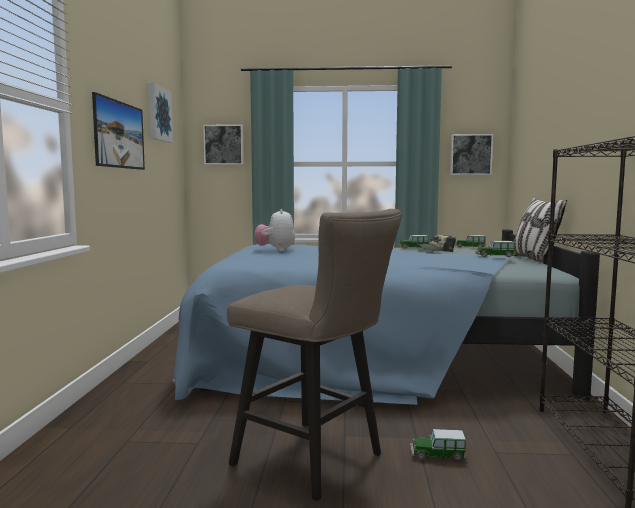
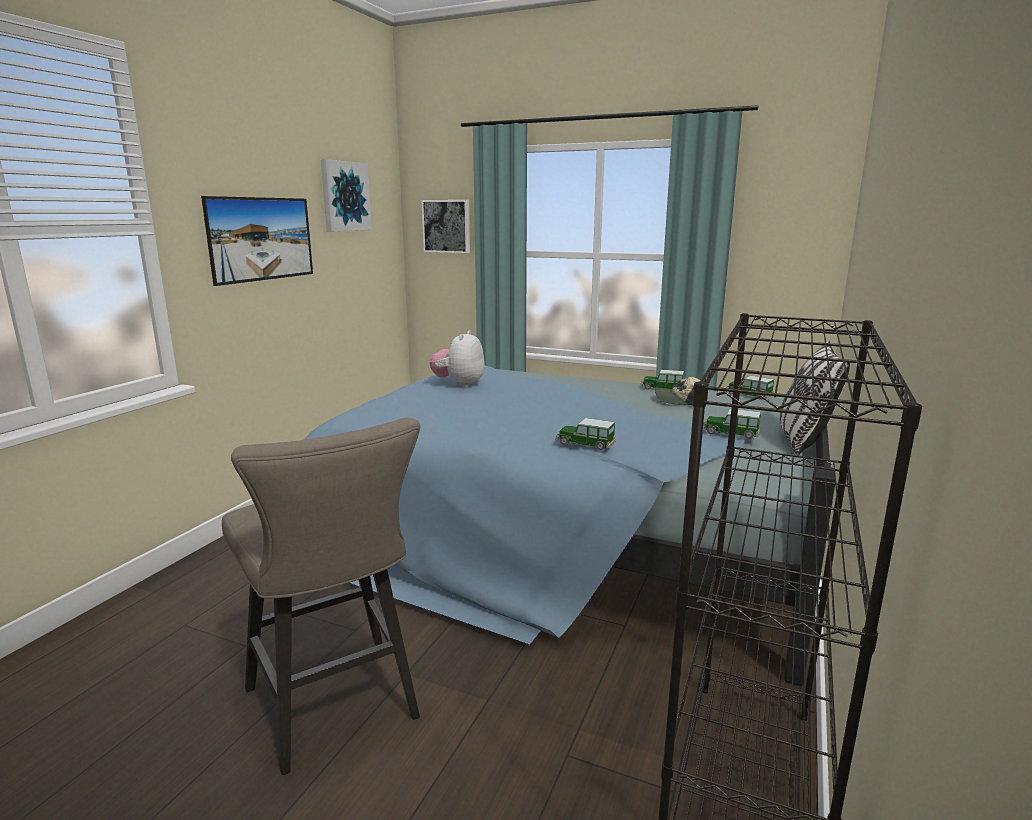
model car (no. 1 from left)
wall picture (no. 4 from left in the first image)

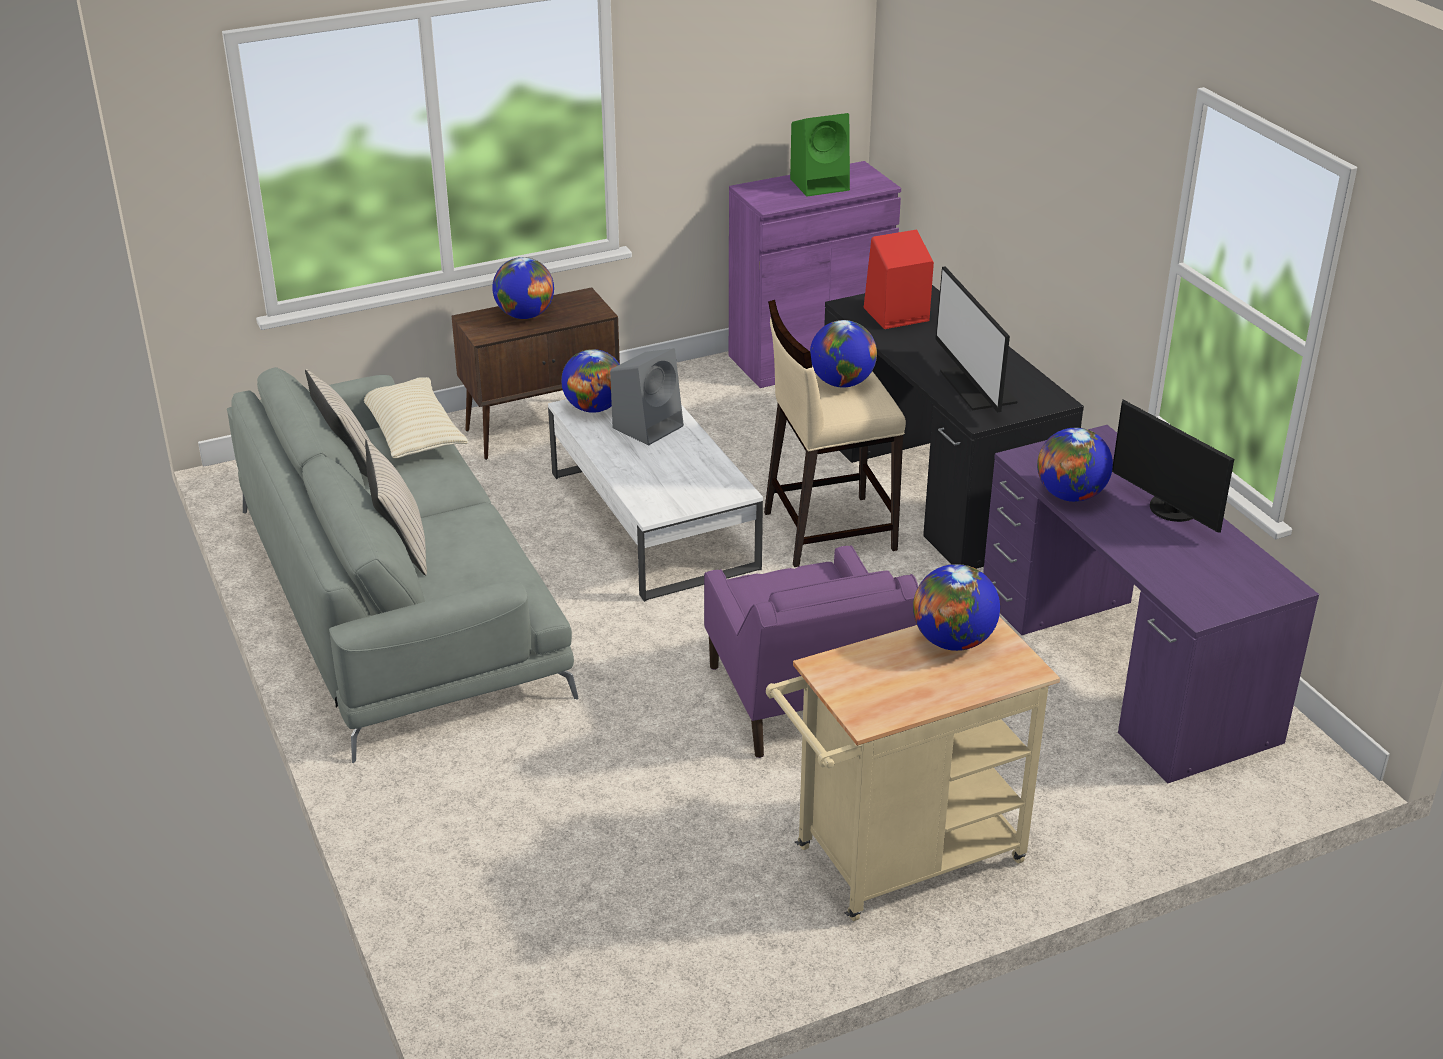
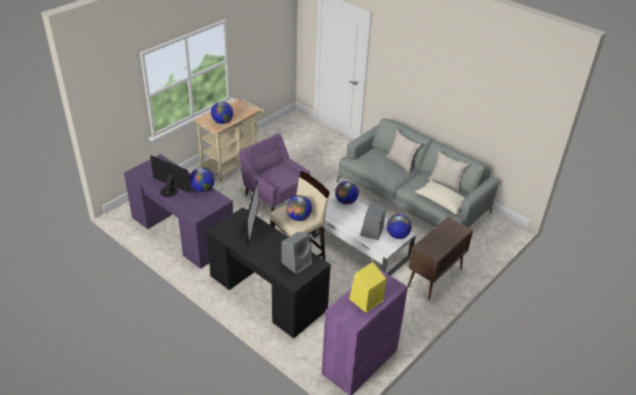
globe (no. 4 from left)
yellow-coloured audio speaker
gray audio speaker (no. 1 from left)
monitor (no. 2 from left)

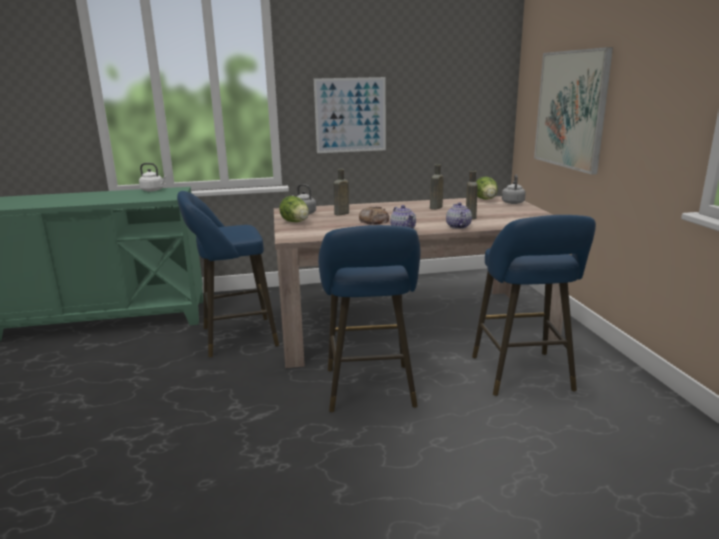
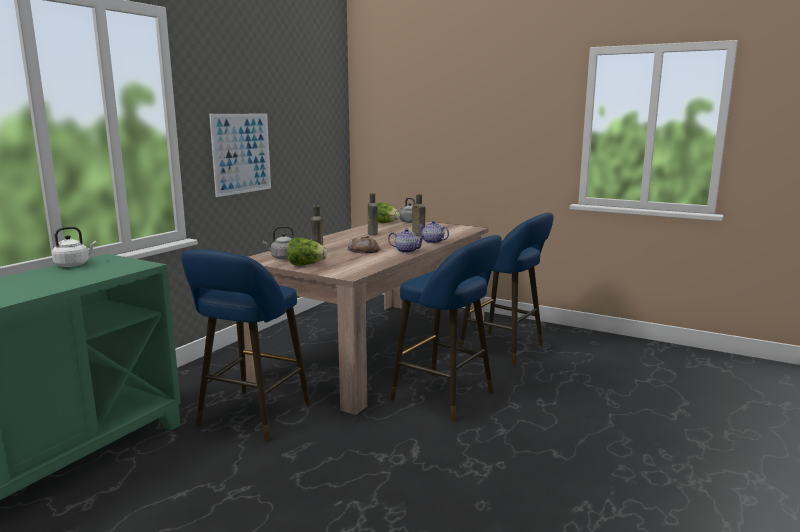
wall picture (no. 2 from left in the first image)

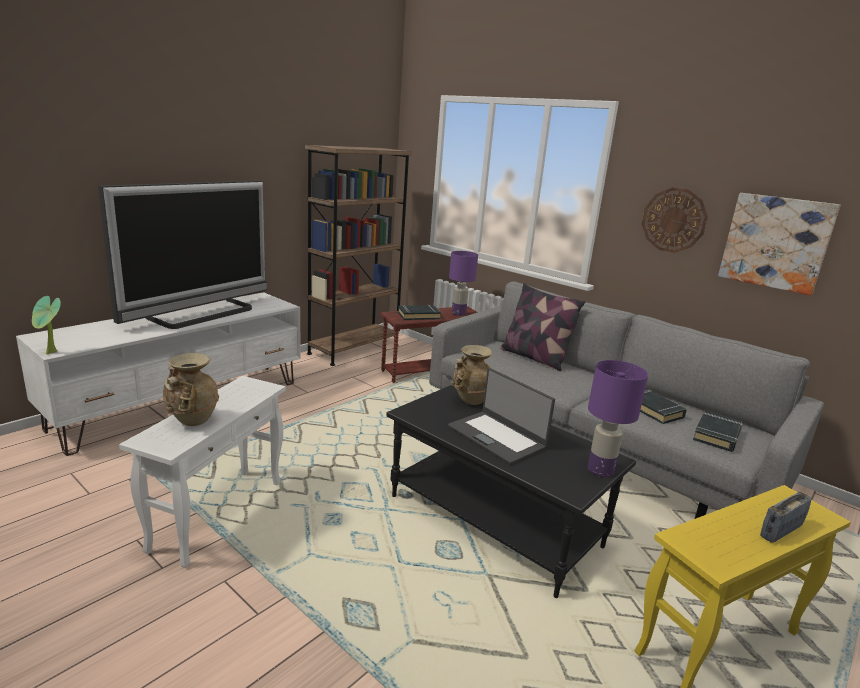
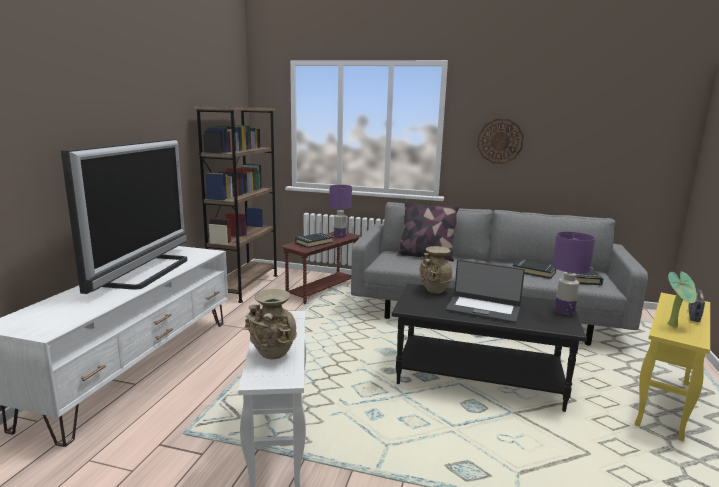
plant in a pot
wall picture

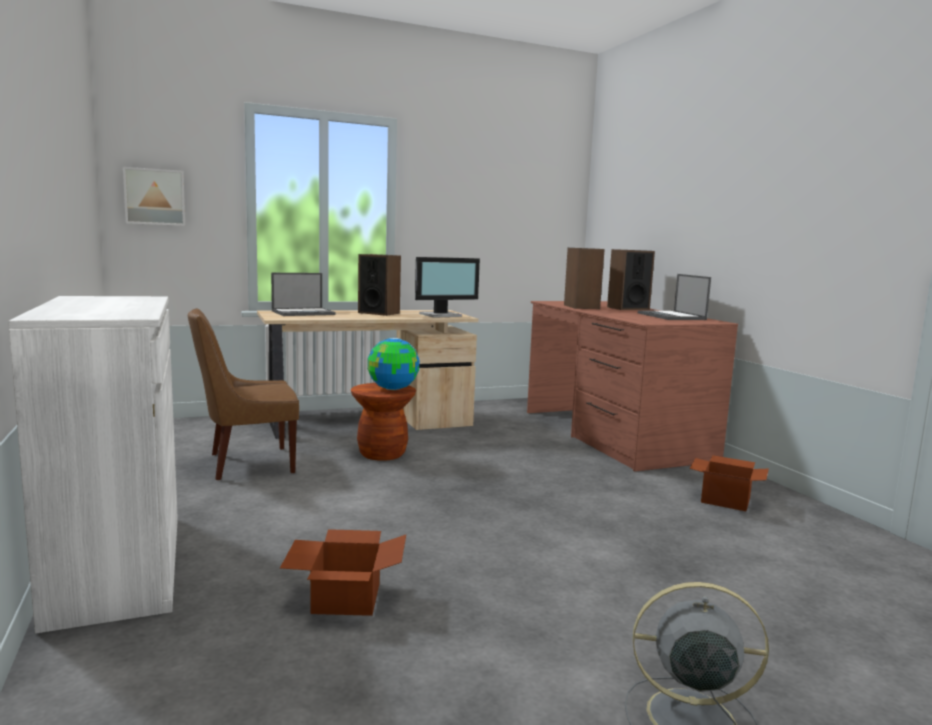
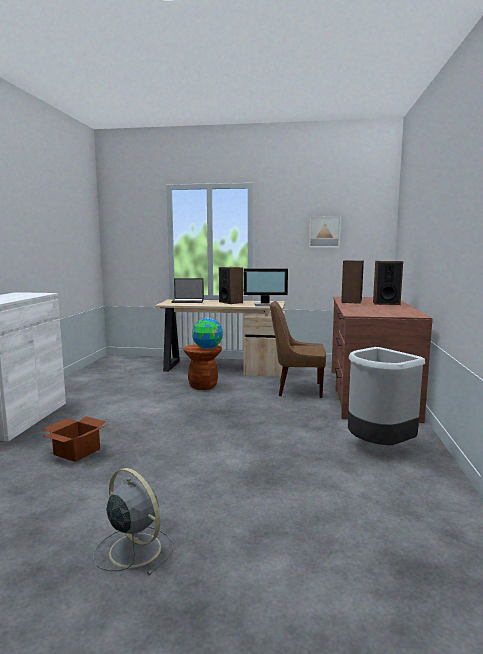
wall picture
brownish chair
laptop (no. 2 from left in the first image)
gray waste bin

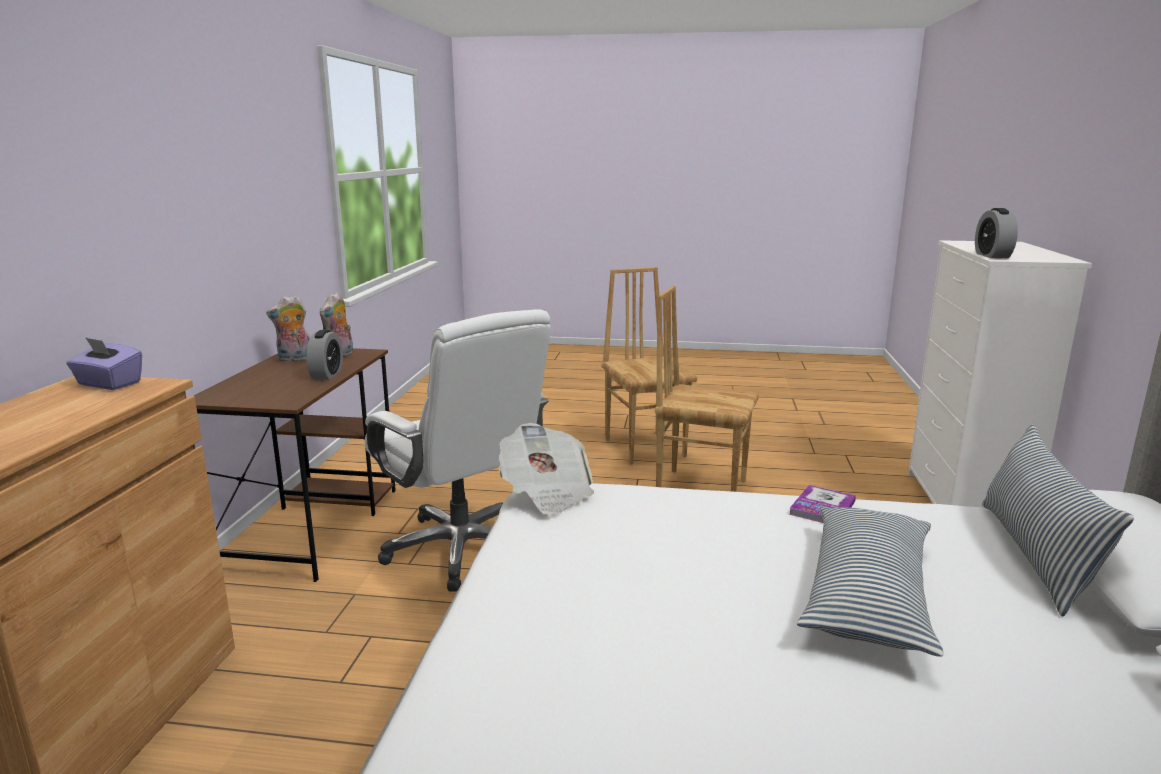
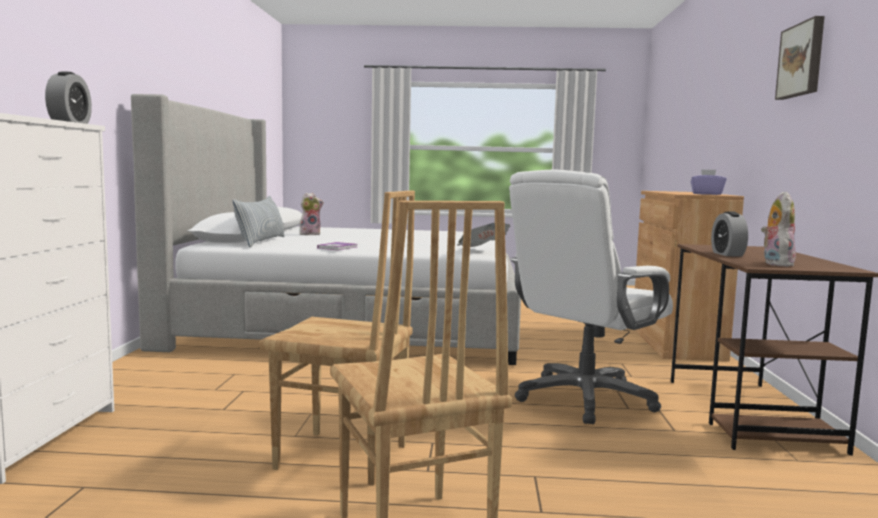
soft toy (no. 1 from left)
white desk chair
pillow (no. 1 from left in the first image)
wall picture

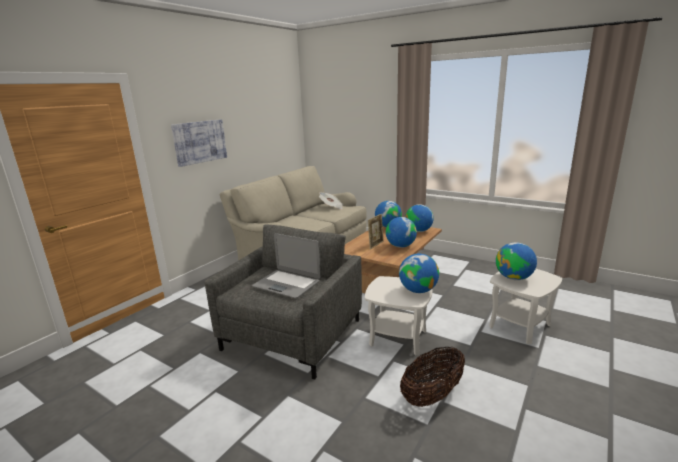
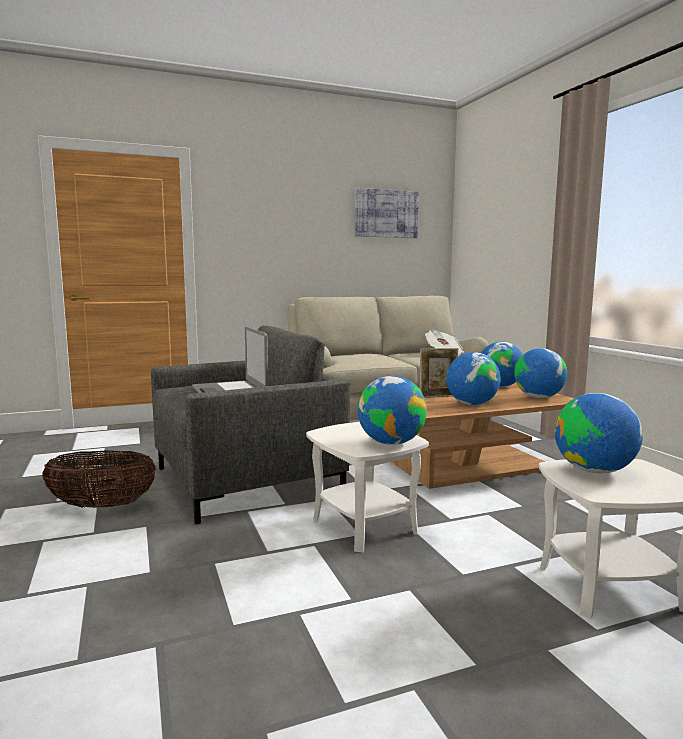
wall picture
household basket

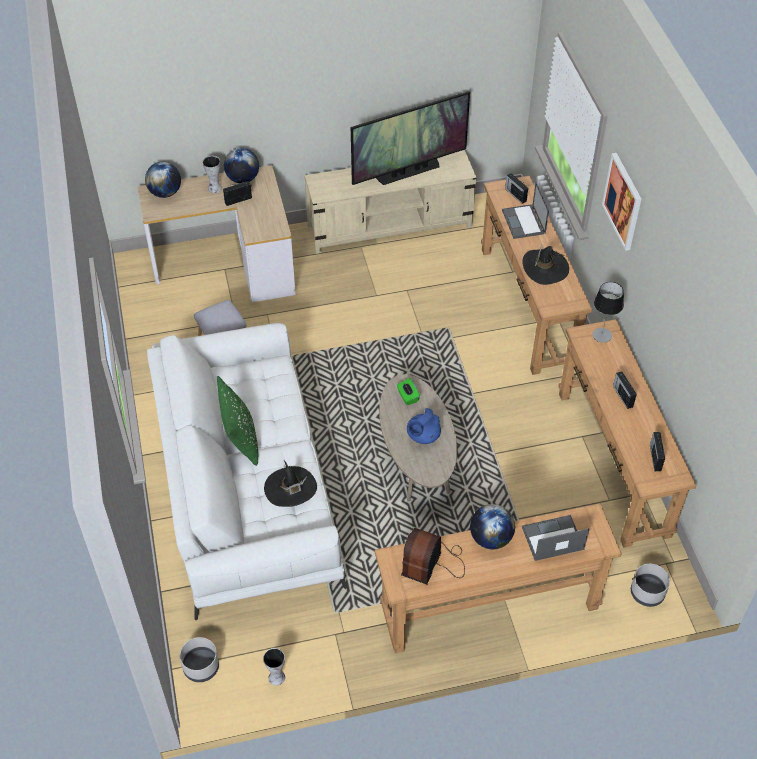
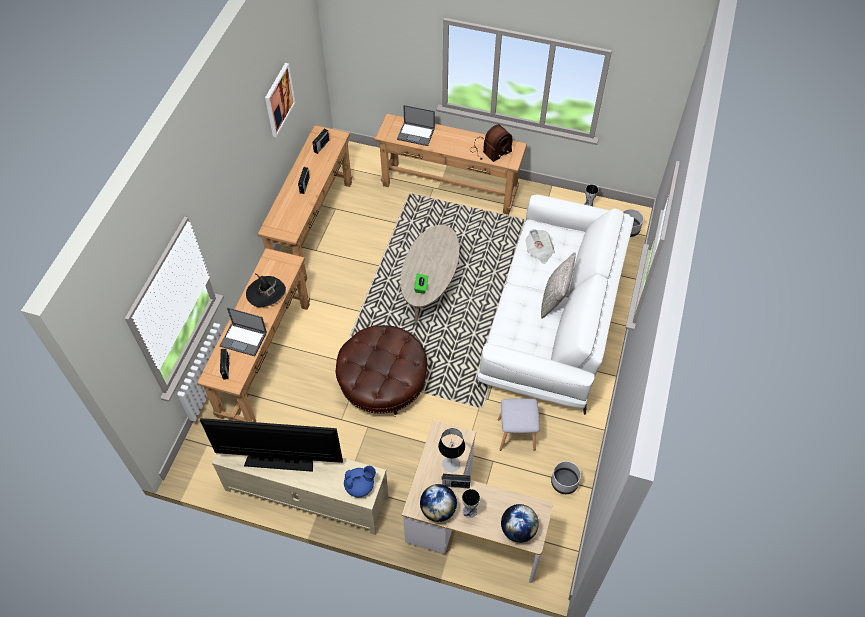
gray pillow
daily paper
blue pot for tea
globe (no. 3 from left in the first image)
laptop (no. 1 from left)
table lamp
wall picture
gray planter (no. 1 from left)
brownish ottoman

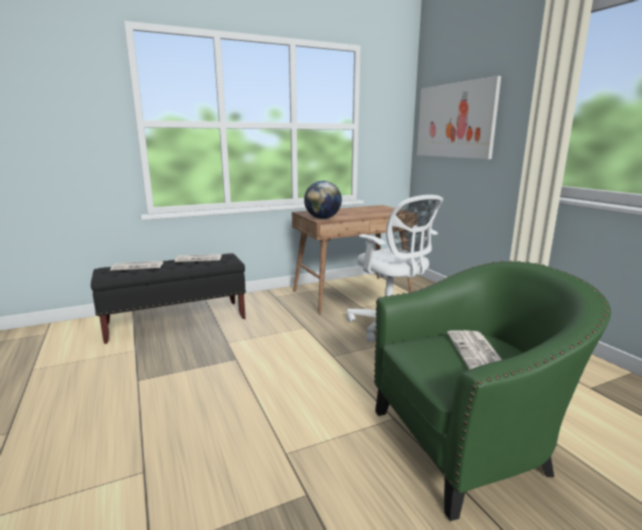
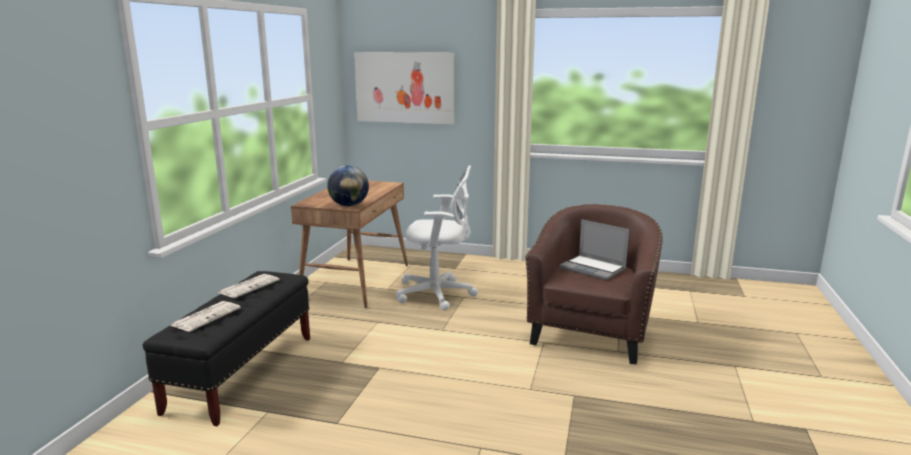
brownish armchair
laptop

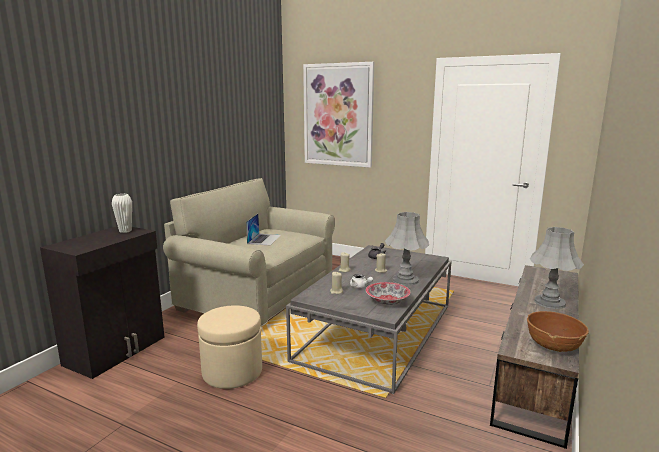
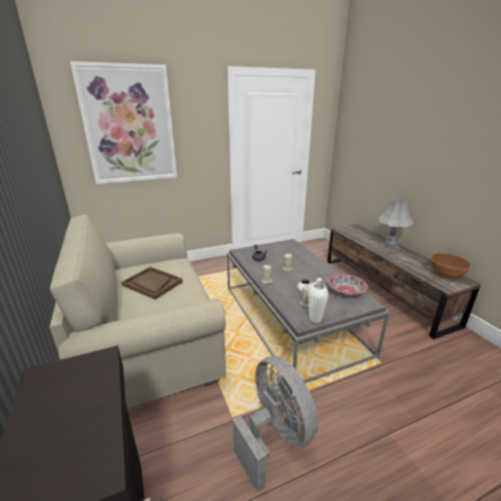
white flower vase
gray fan
brownish carrying tray
gray table lamp (no. 1 from left in the first image)

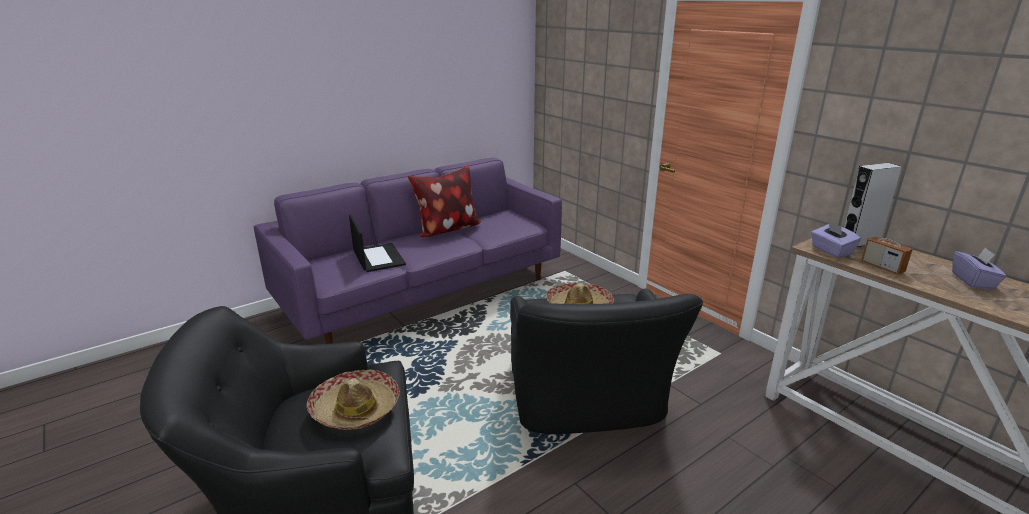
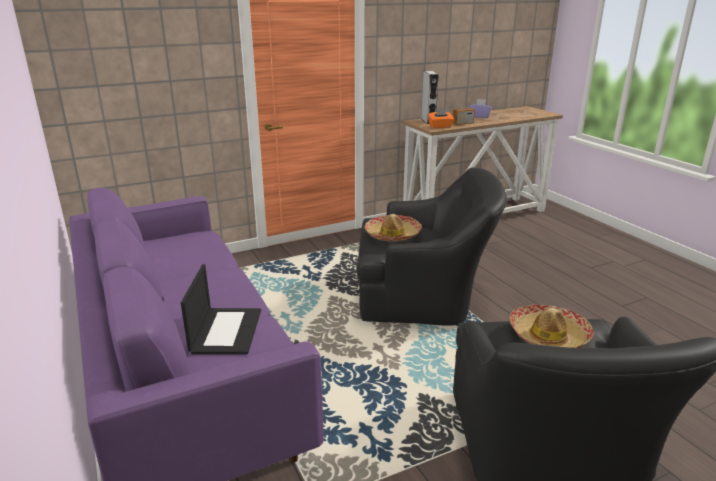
laptop
pillow
orange box of tissues

